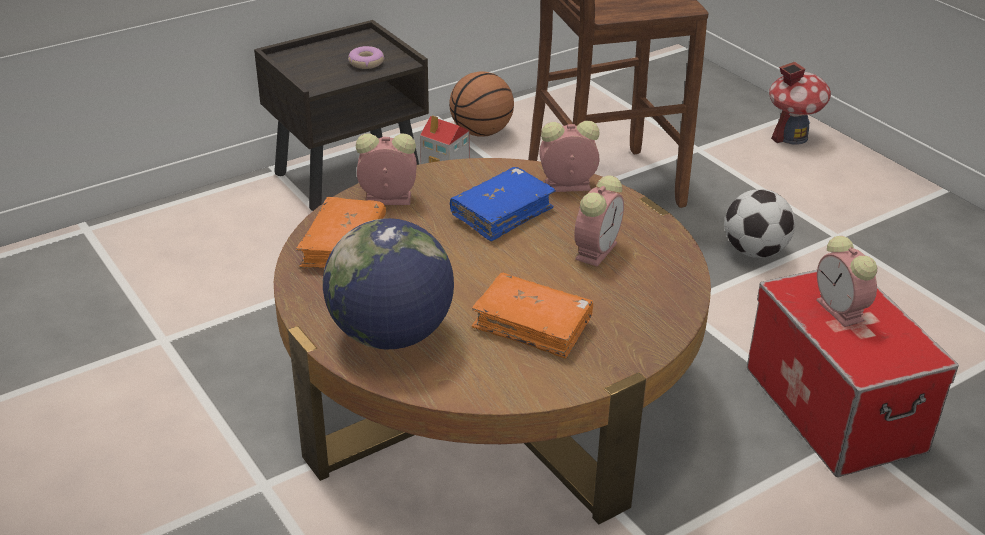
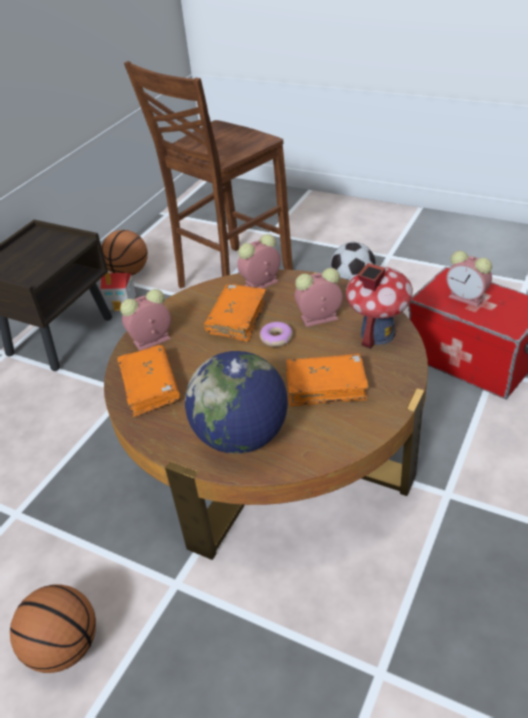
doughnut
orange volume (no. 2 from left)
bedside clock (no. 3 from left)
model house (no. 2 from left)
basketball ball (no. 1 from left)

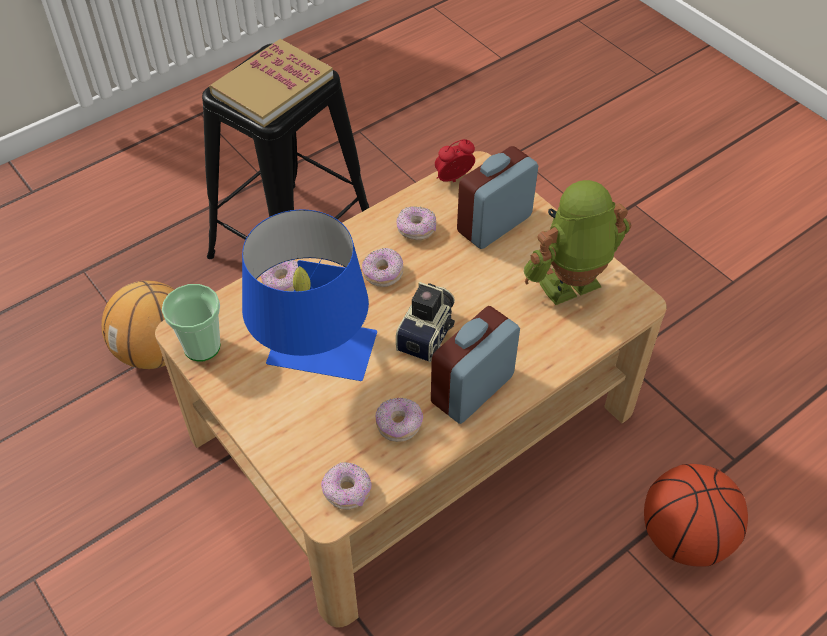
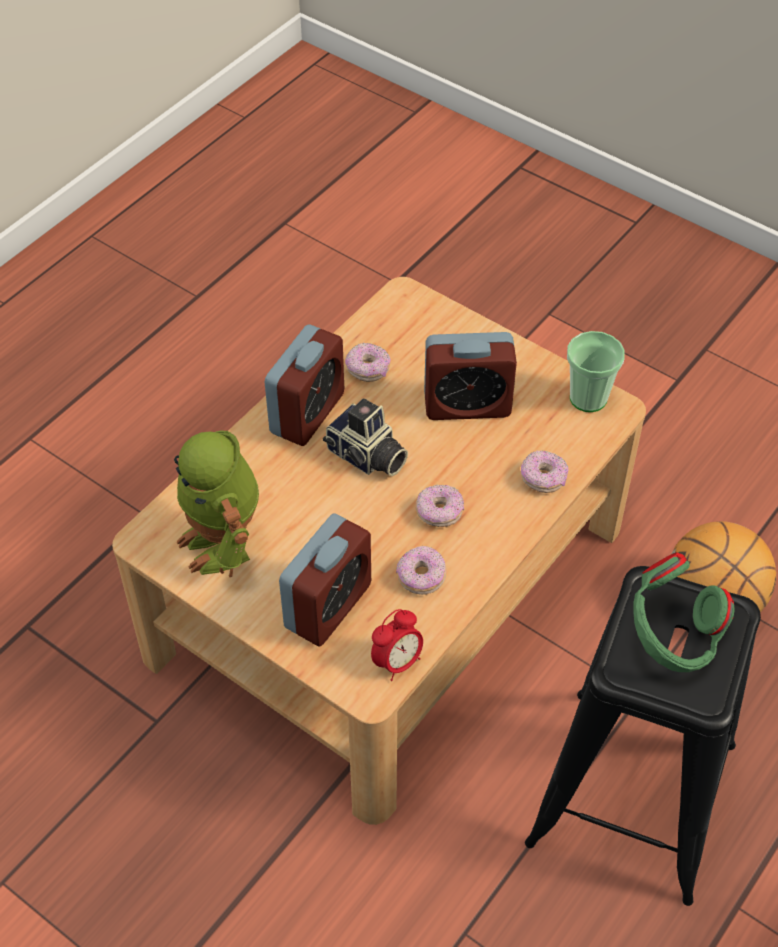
green headphones
bedside clock (no. 4 from left)
doughnut (no. 2 from left in the first image)
photo camera
robot figure
basketball ball (no. 2 from left in the first image)

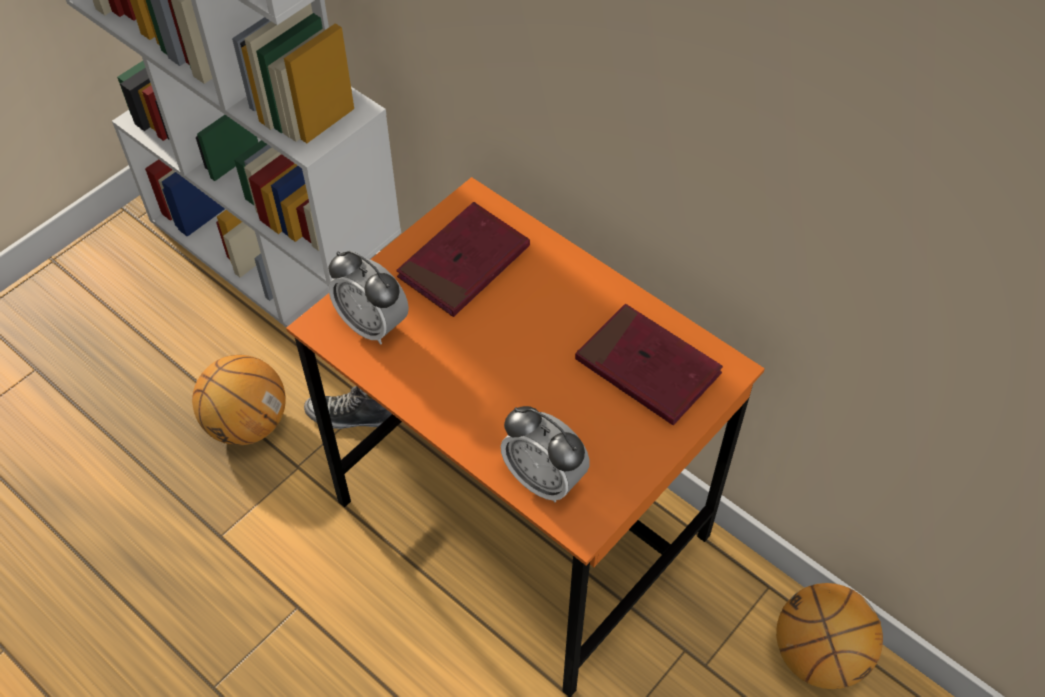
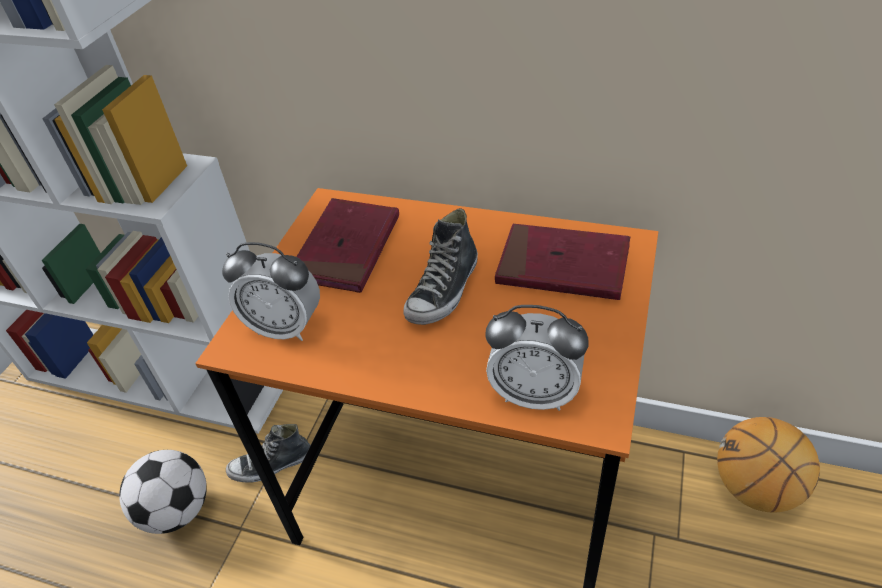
ball for football
item of footwear (no. 2 from left)

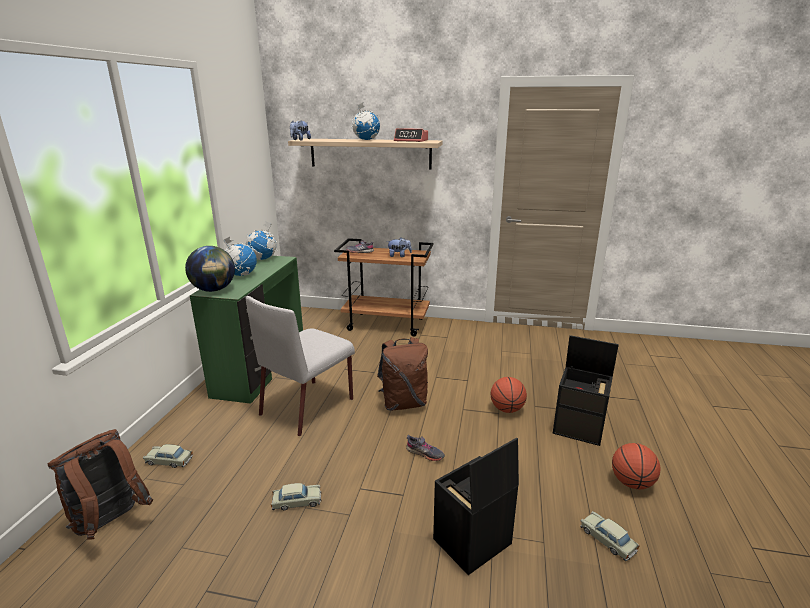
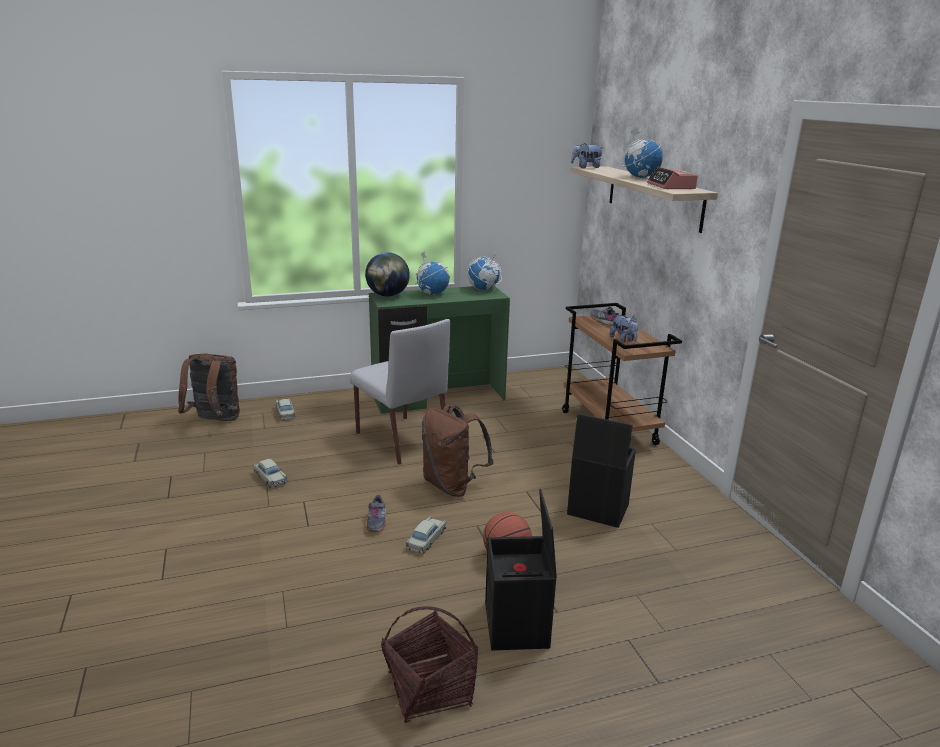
gray chair
blackish storage container (no. 2 from left)
sand-coloured model car (no. 3 from left)
household basket

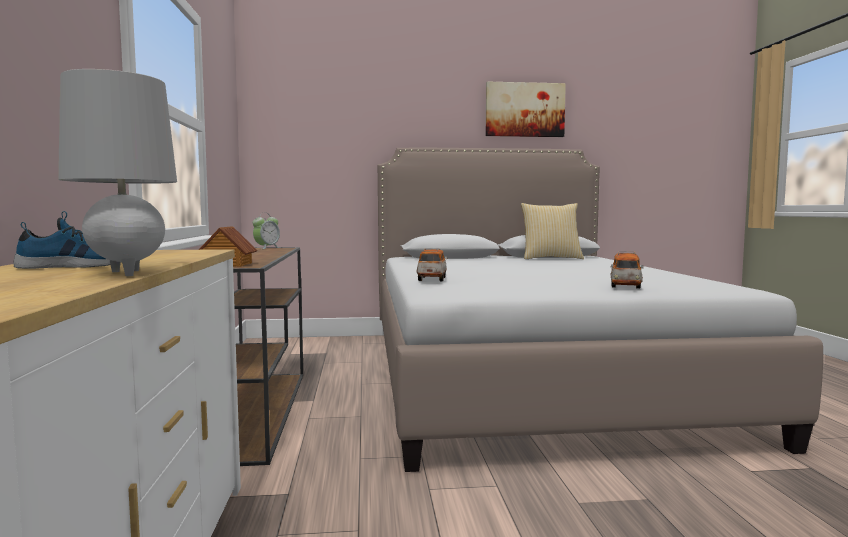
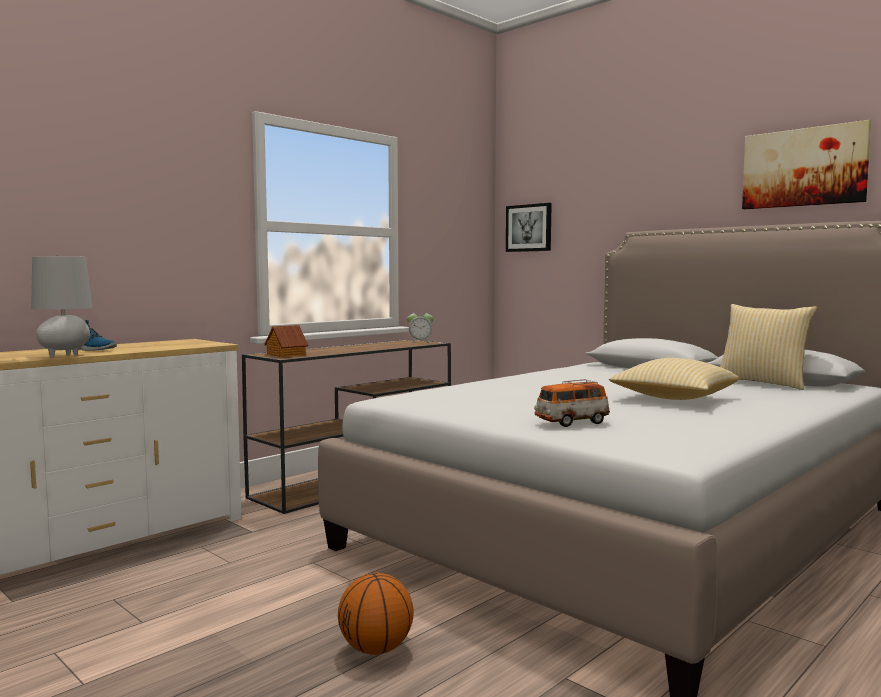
model car (no. 1 from left in the first image)
basketball ball
wall picture (no. 1 from left)
pillow (no. 1 from left)

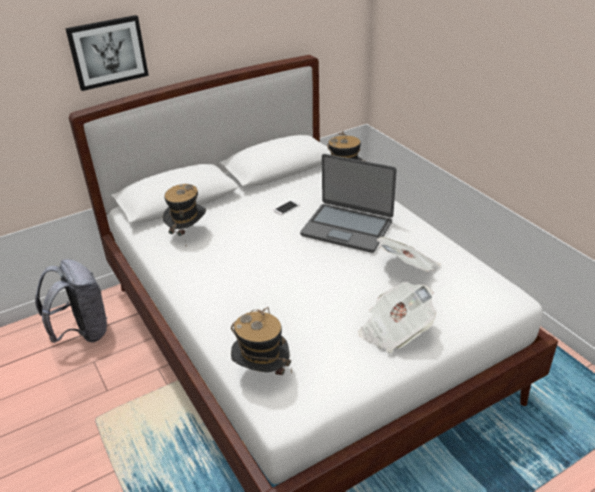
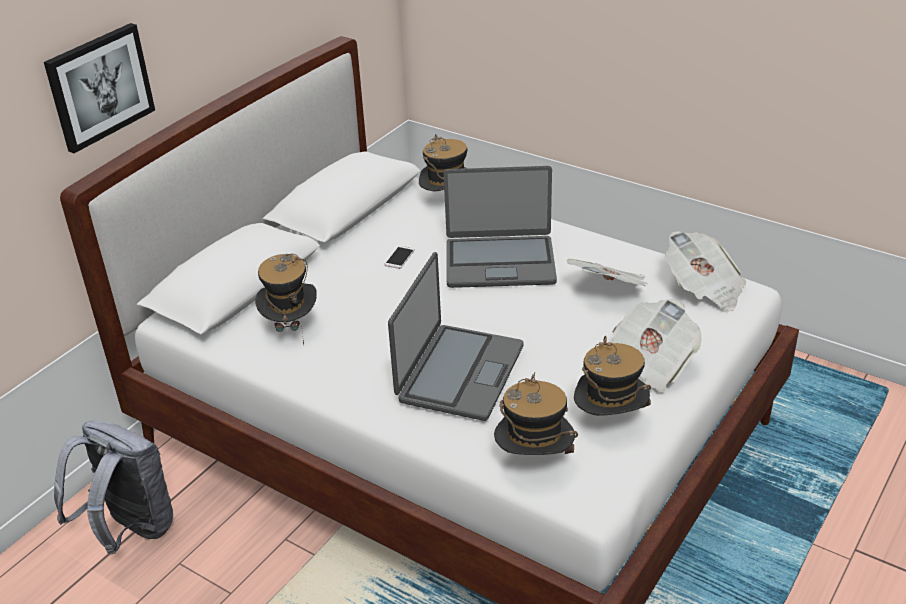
laptop (no. 1 from left)
hat (no. 4 from left)
daily paper (no. 3 from left)

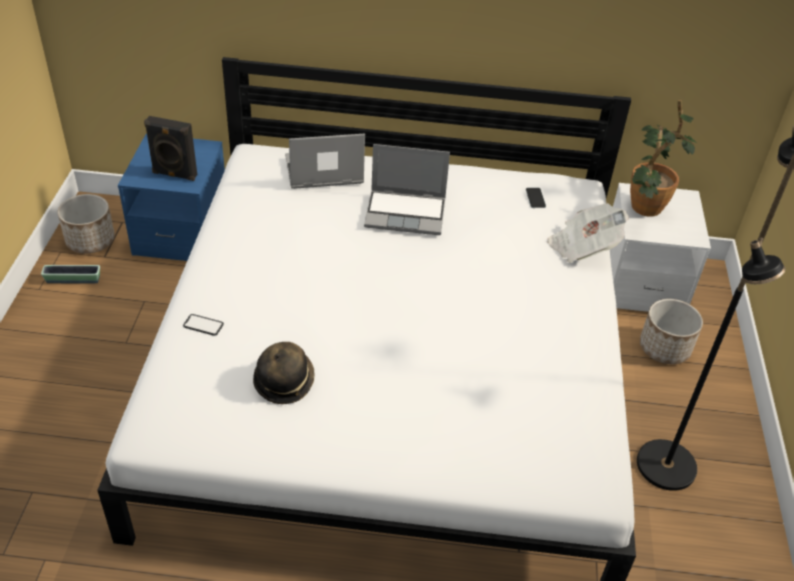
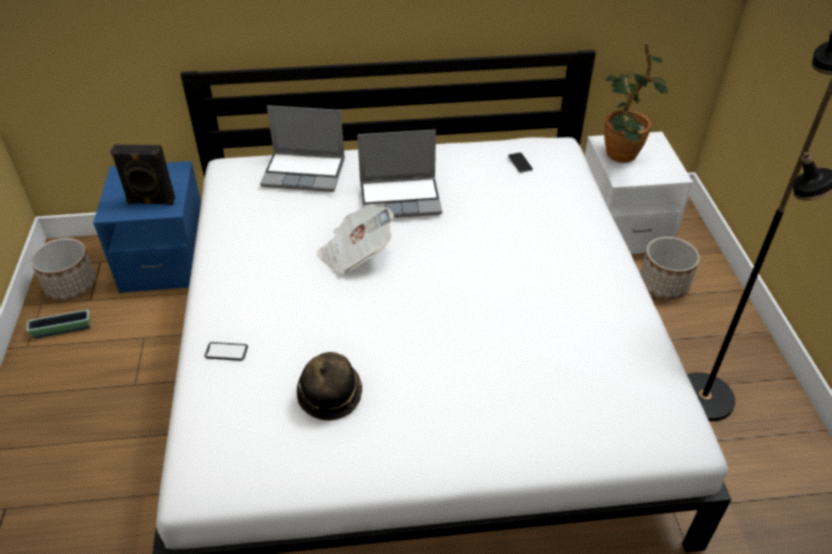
laptop (no. 1 from left)
daily paper

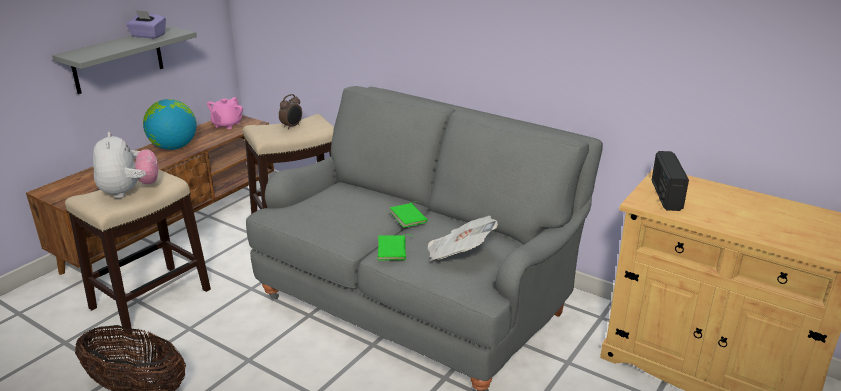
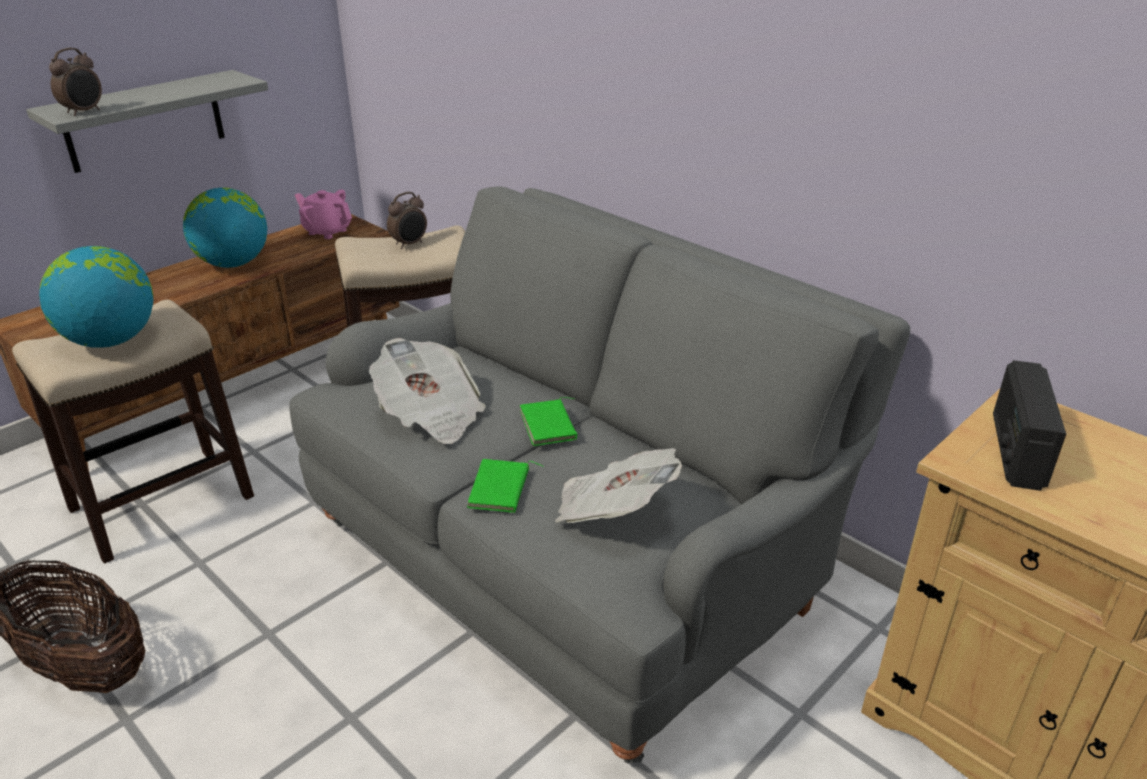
globe (no. 1 from left)
purplish box of tissues
pinkish pot for tea
bedside clock (no. 1 from left)
daily paper (no. 1 from left)

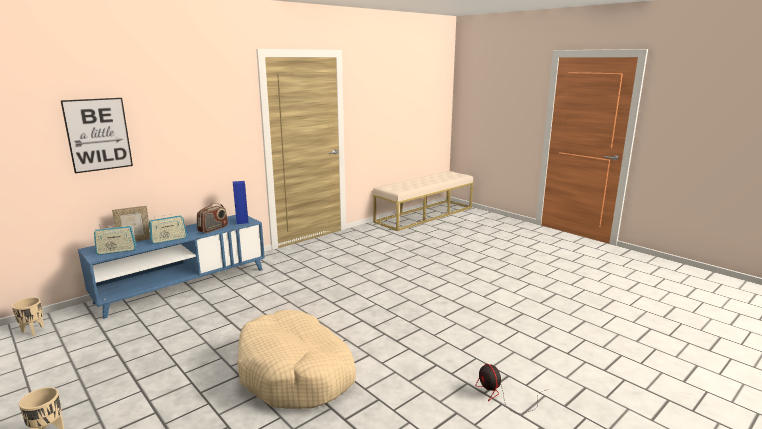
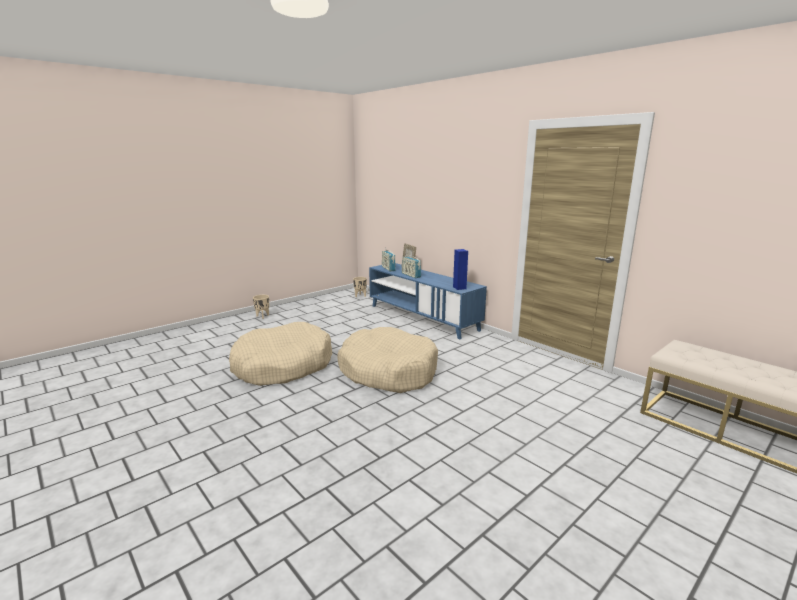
wall picture
radio (no. 3 from left in the first image)
fan
sand-coloured dog bed (no. 2 from left)

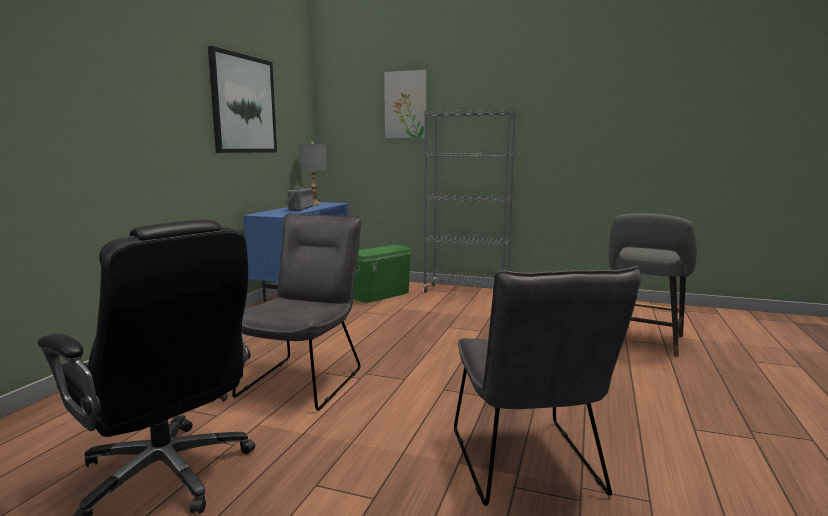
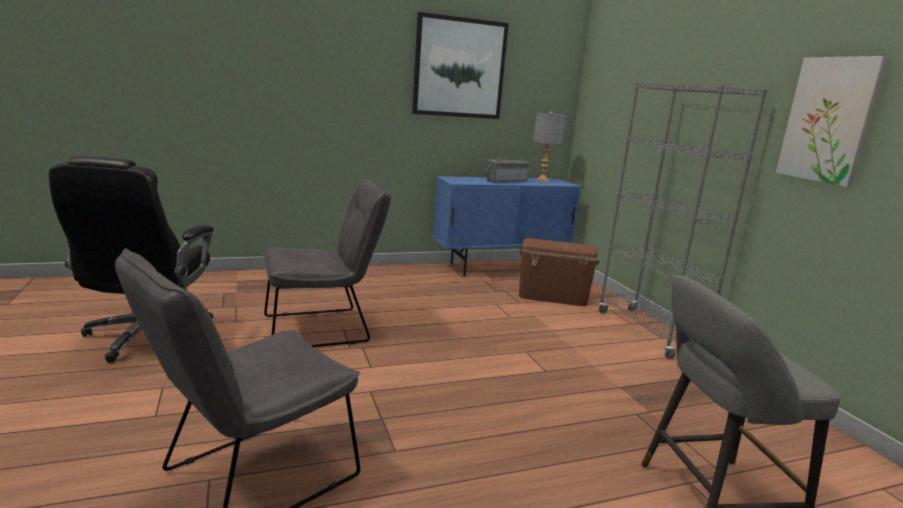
brownish storage container
wall picture (no. 2 from left)

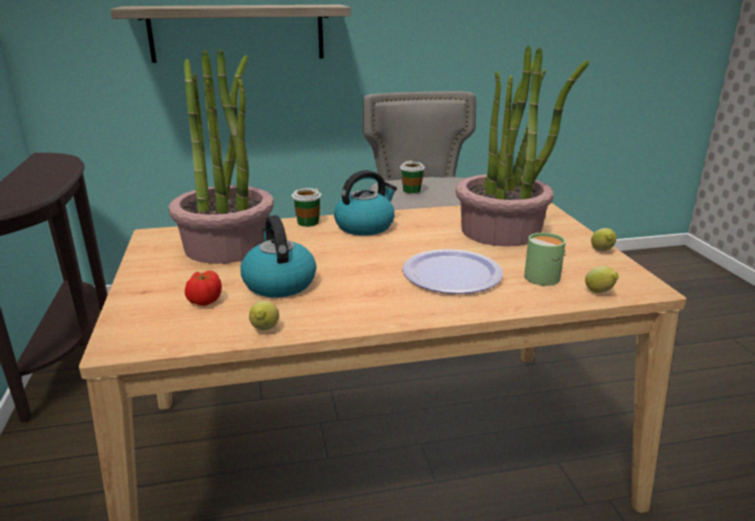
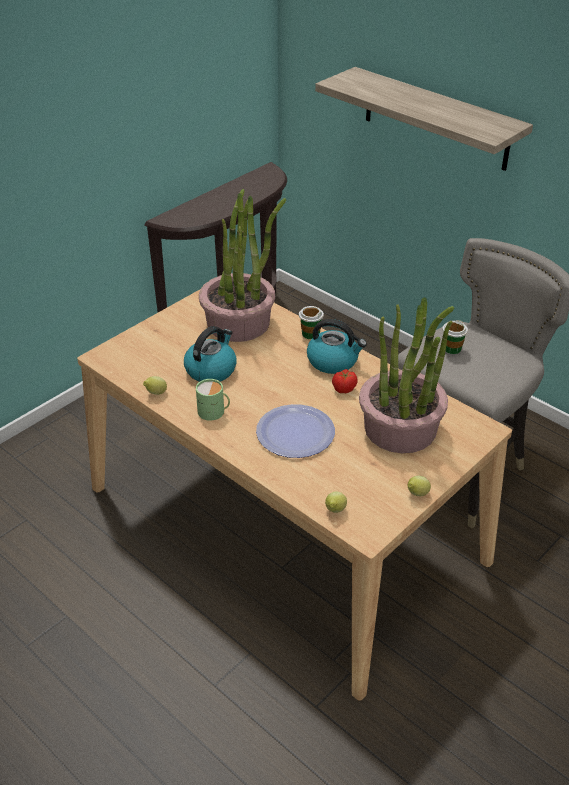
whole tomato
green tea mug

